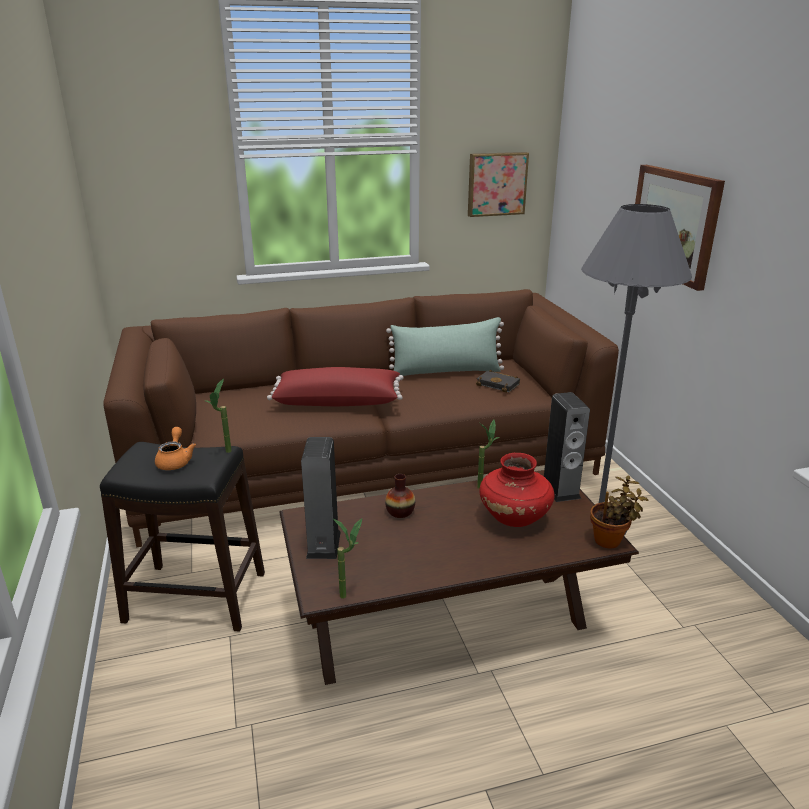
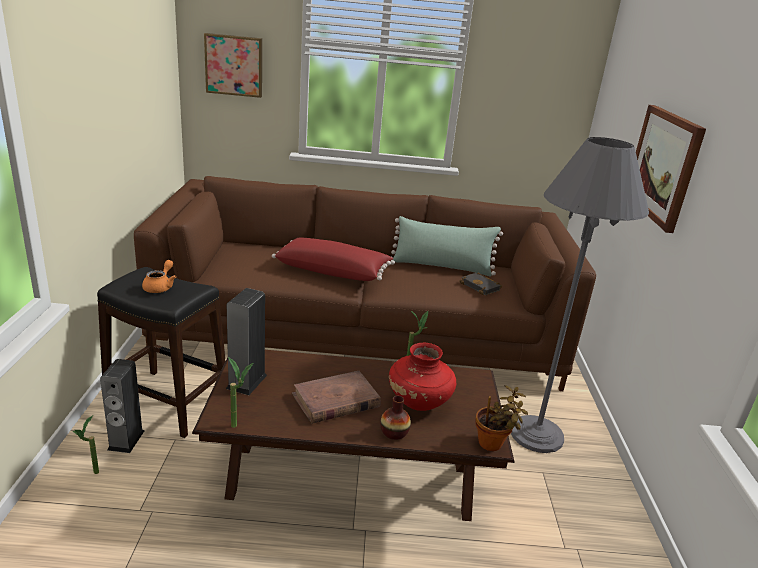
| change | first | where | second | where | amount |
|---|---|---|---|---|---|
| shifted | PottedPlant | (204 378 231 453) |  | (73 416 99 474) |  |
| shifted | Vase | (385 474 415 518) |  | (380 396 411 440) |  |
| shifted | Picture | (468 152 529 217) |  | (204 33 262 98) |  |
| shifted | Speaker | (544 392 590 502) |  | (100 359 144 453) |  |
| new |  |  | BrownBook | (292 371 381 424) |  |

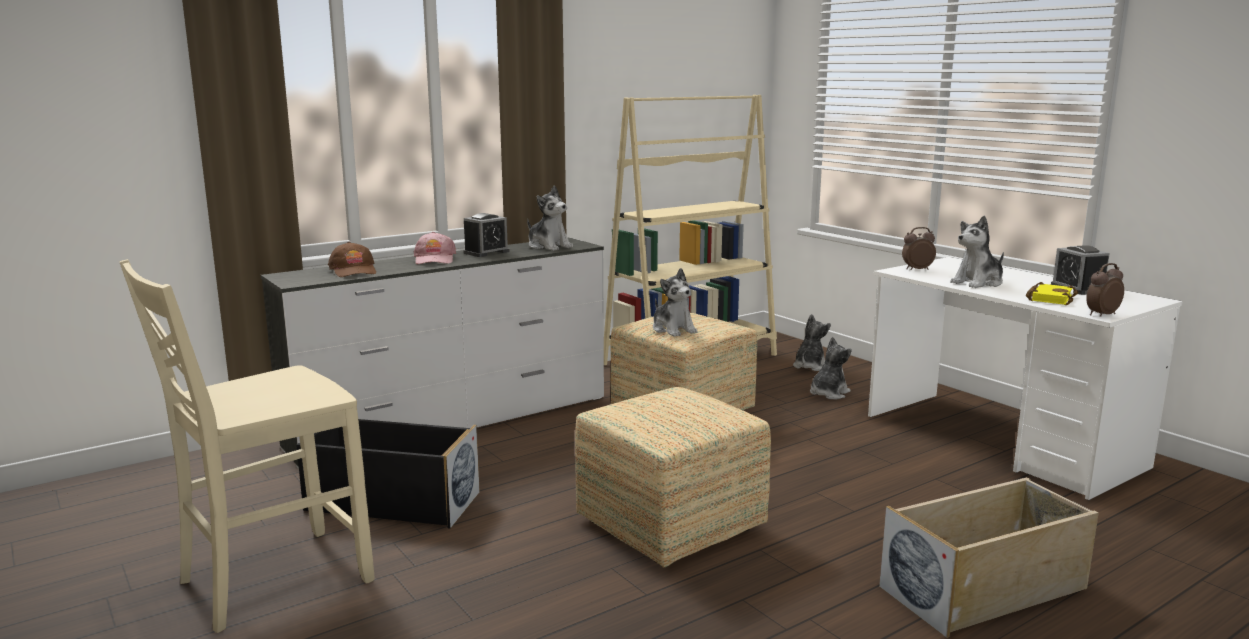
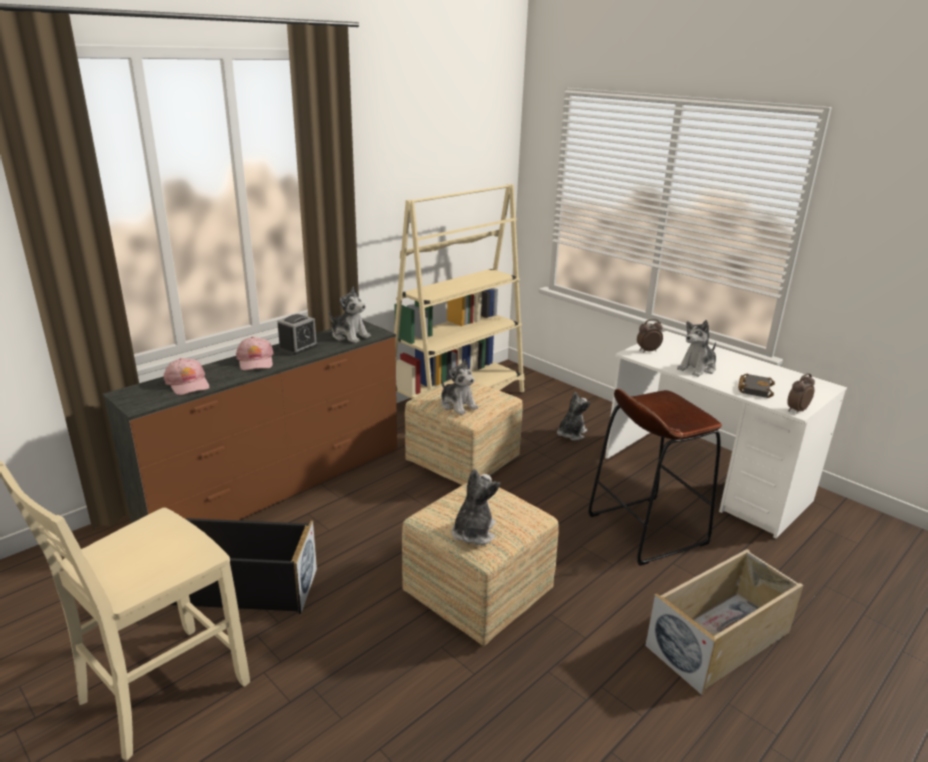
| change | first | where | second | where | amount |
|---|---|---|---|---|---|
| repainted | WhiteDresser | (261 237 604 469) | BrownDresser | (102 320 397 523) |  |
| repainted | BrownCap | (328 242 376 277) | PinkCap | (163 358 209 395) |  |
| shifted | PlushToy | (793 314 831 371) |  | (451 469 500 546) |  |
| repainted | YellowBook | (1026 282 1078 305) | BlackBook | (738 373 775 398) |  |
| gone | AlarmClock | (1051 245 1110 295) |  |  |  |
| new |  |  | BrownStool | (588 389 722 566) |  |

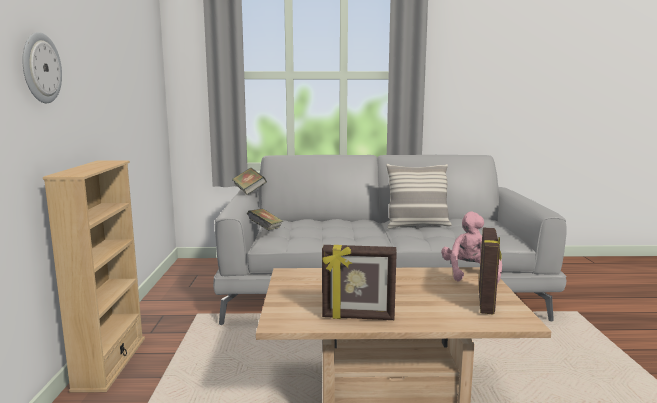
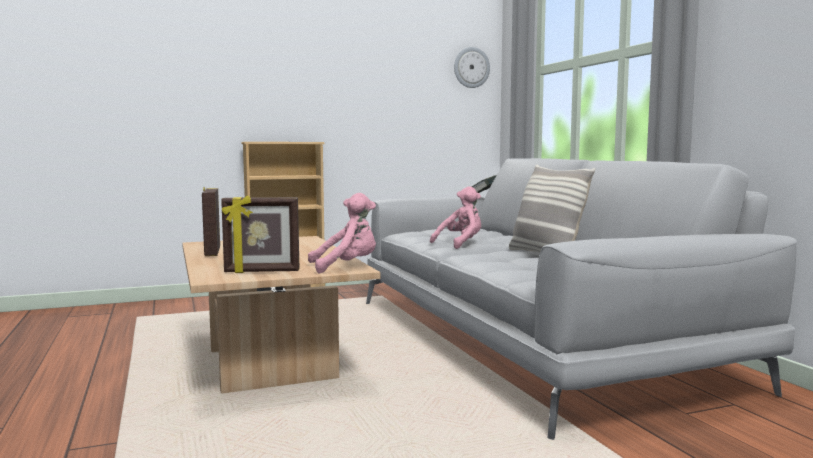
| change | first | where | second | where | amount |
|---|---|---|---|---|---|
| shifted | WallClock | (23 32 62 103) |  | (454 47 490 88) |  |
| gone | Book | (247 208 283 230) |  |  |  |
| new |  |  | PinkPlushToy | (430 186 481 249) |  |

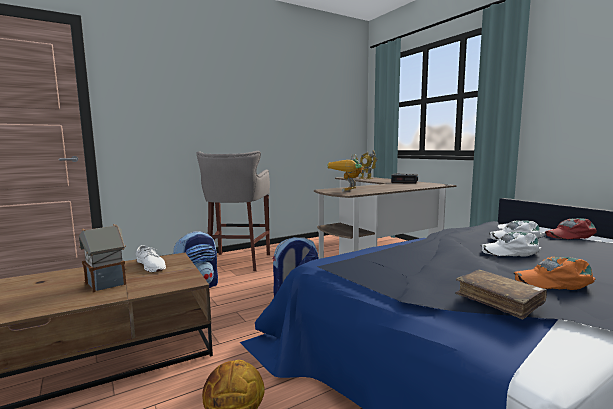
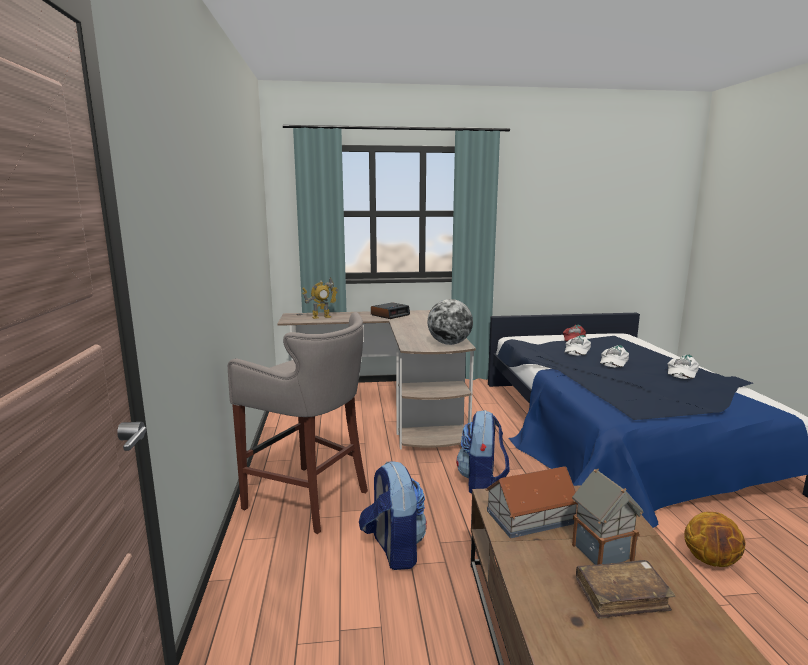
| change | first | where | second | where | amount |
|---|---|---|---|---|---|
| swapped | WhiteShoe | (136 245 166 272) | ToyHouse | (485 466 578 538) |  |
| swapped | ToyRobot | (327 154 364 192) | Globe | (428 299 473 345) |  |
| shifted | BrownBook | (455 270 547 319) |  | (576 560 676 619) |  |
| repainted | OrangeCap | (514 257 595 290) | WhiteCap | (668 355 699 379) |  |

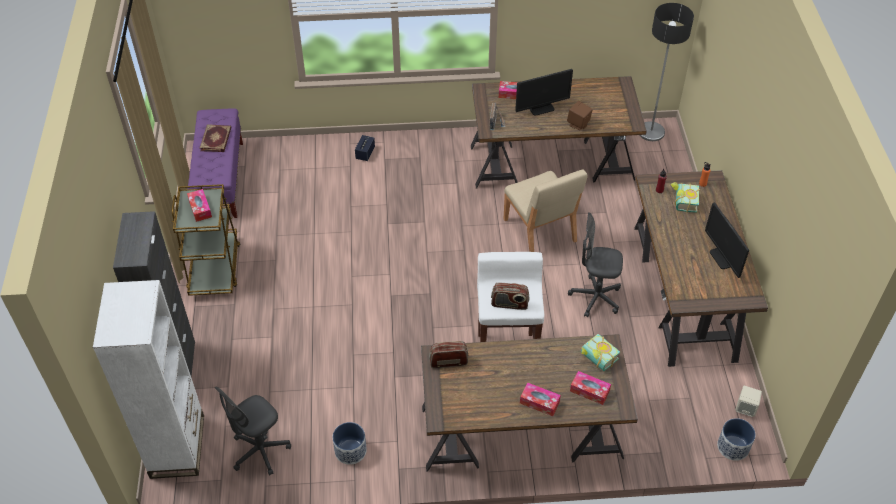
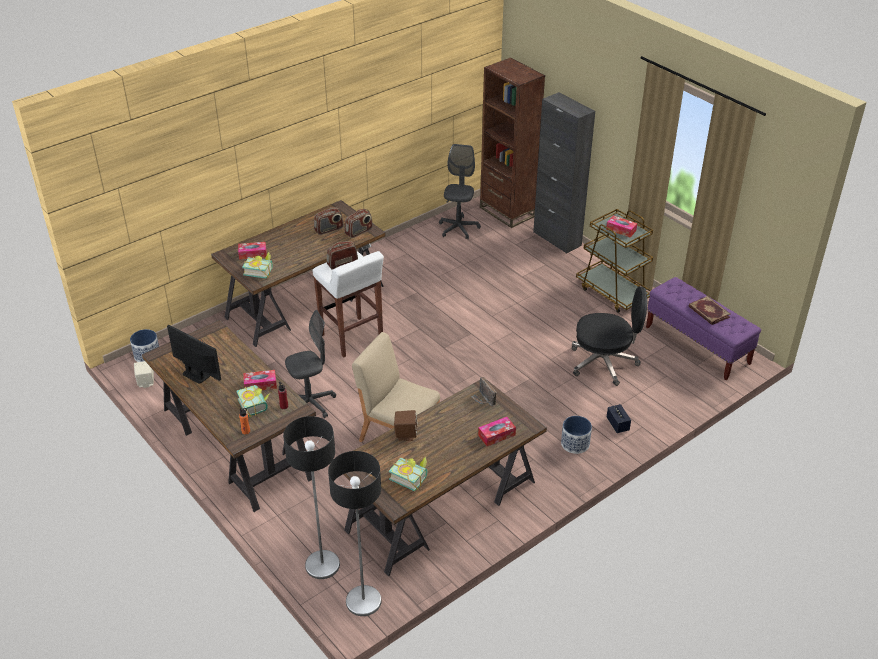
| change | first | where | second | where | amount |
|---|---|---|---|---|---|
| repainted | WhiteBookcase | (93 280 204 479) | BrownBookcase | (480 58 545 228) |  |
| shifted | Planter | (333 422 367 465) |  | (561 416 592 454) |  |
| gone | Monitor | (515 69 573 116) |  |  |  |
| shifted | TissueBox | (520 382 561 416) |  | (243 370 277 390) |  |
| new |  |  | FloorLamp | (283 416 340 579) |  |
| new |  |  | Radio | (314 207 344 235) |  |
| new |  |  | Book | (389 456 427 491) |  |
| new |  |  | BlackOfficeChair | (572 286 647 386) |  |

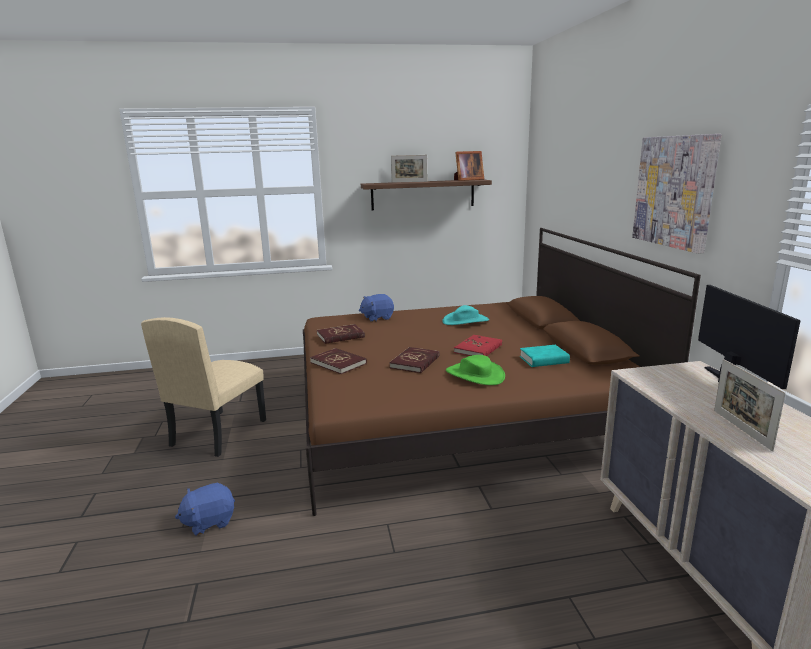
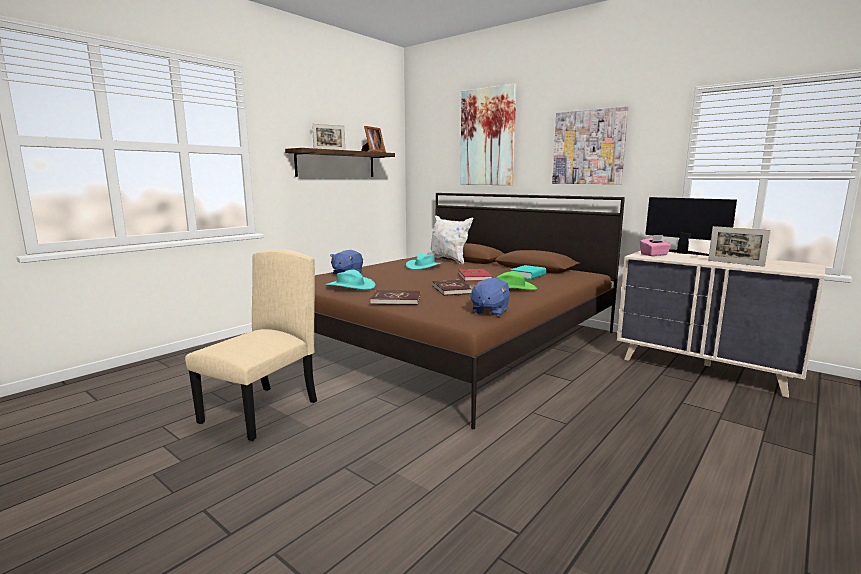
| change | first | where | second | where | amount |
|---|---|---|---|---|---|
| rotated | BeigeChair | (141 317 266 457) |  | (185 249 317 441) | 135 degrees counterclockwise |
| shifted | BluePlushToy | (175 483 235 536) |  | (469 278 510 316) |  |
| swapped | RedBook | (317 324 365 344) | TurquoiseHat | (325 270 376 290) |  |
| new |  |  | WhitePillow | (426 216 473 264) |  |
| new |  |  | Picture | (460 84 517 185) |  |
| new |  |  | PinkTissueBox | (640 235 671 256) |  |

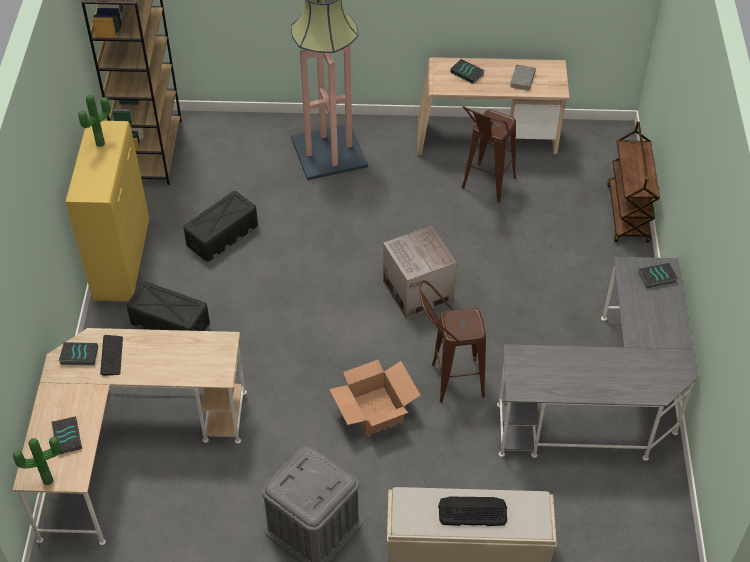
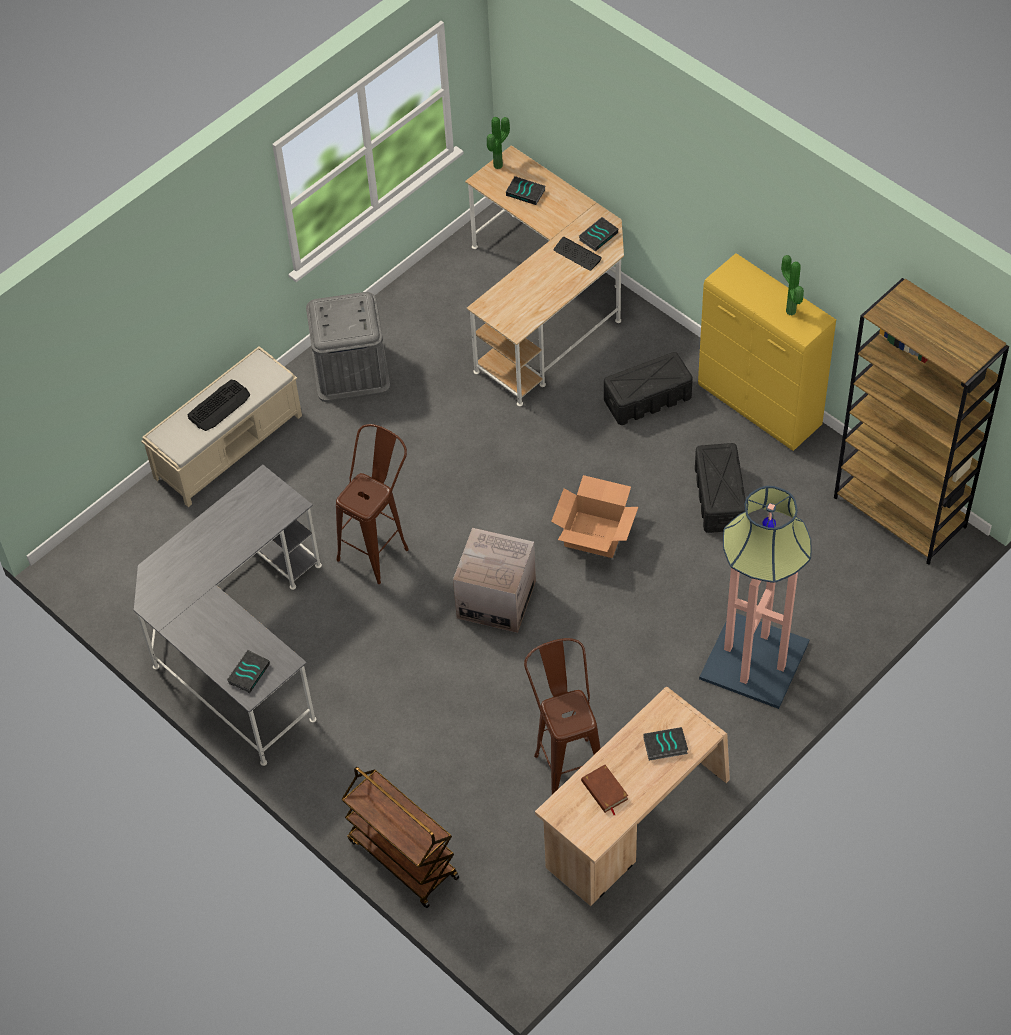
| change | first | where | second | where | amount |
|---|---|---|---|---|---|
| shifted | CardboardBox | (329 359 420 436) |  | (551 475 638 558) |  |
| repainted | GreyBook | (510 64 536 91) | BrownBook | (581 765 628 815) |  |

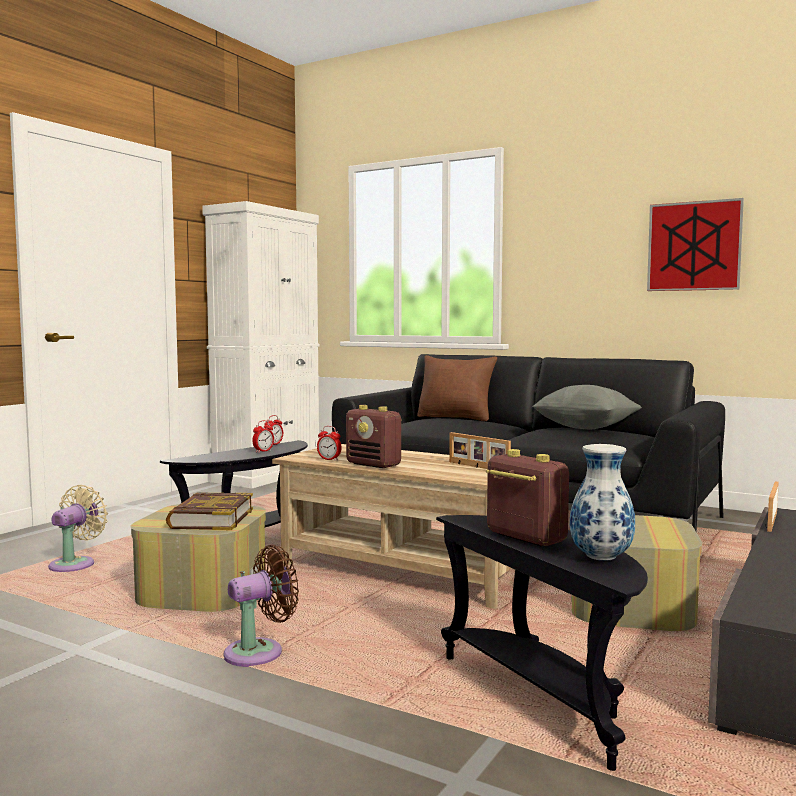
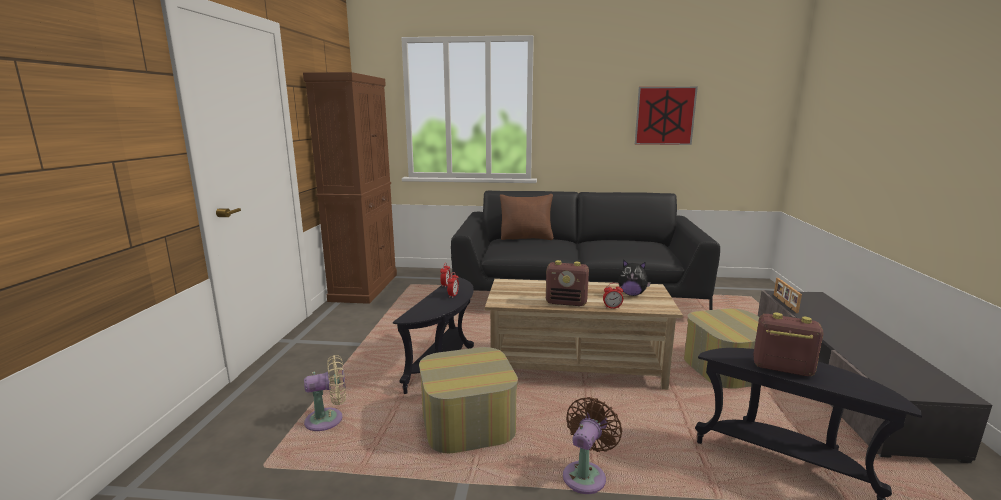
| change | first | where | second | where | amount |
|---|---|---|---|---|---|
| rotated | BeigeFan | (48 485 108 572) |  | (304 355 346 431) | 75 degrees clockwise |
| gone | Book | (166 492 253 530) |  |  |  |
| repainted | WhiteCabinet | (202 201 320 489) | BrownCabinet | (303 72 397 304) |  |
| shifted | AlarmClock | (317 426 342 461) |  | (603 283 623 309) |  |
| swapped | PictureFrame | (449 432 511 469) | PlushToy | (618 260 651 296) |  |
| gone | GreyPillow | (532 385 642 429) |  |  |  |
| gone | Vase | (570 444 635 561) |  |  |  |

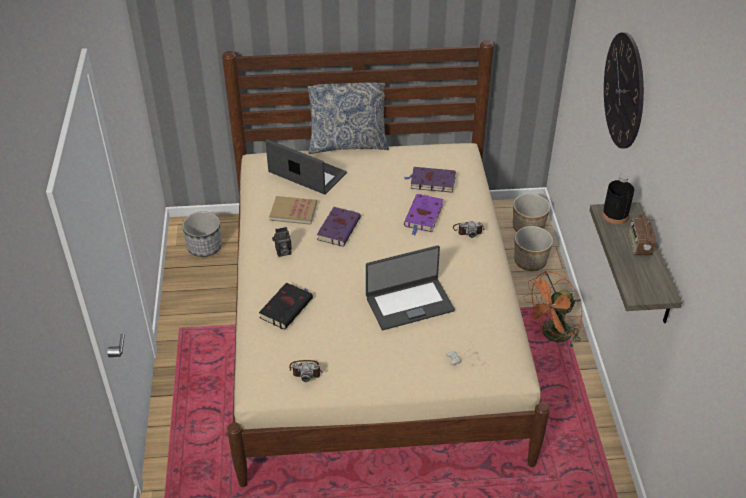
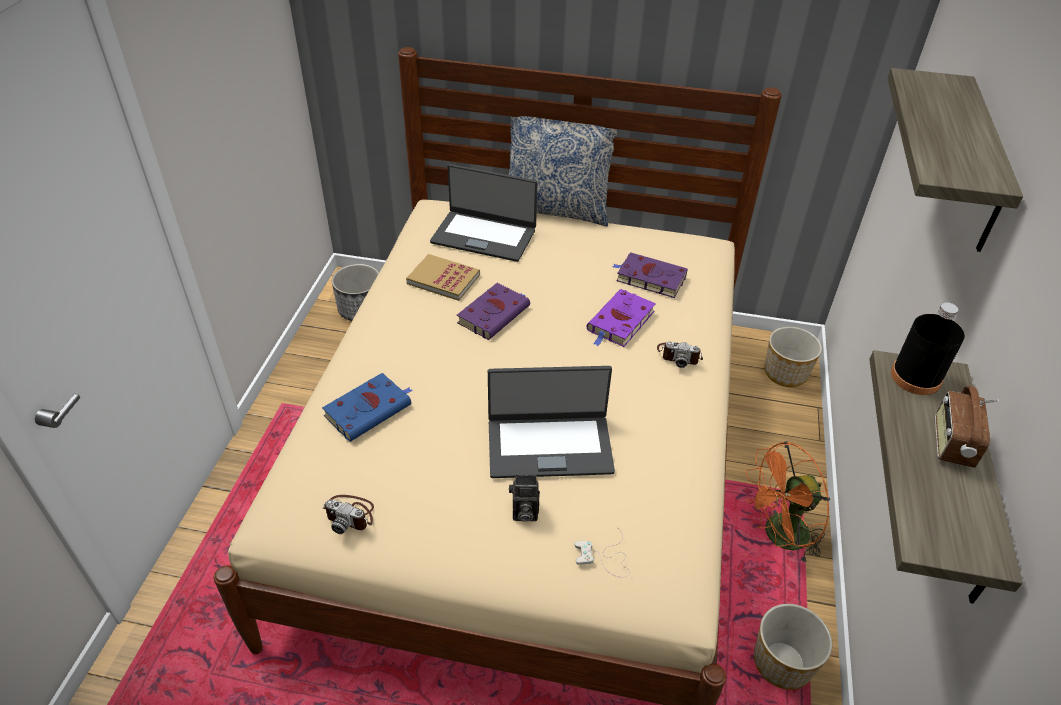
| change | first | where | second | where | amount |
|---|---|---|---|---|---|
| repainted | BlackBook | (259 283 313 330) | BlueBook | (322 373 413 442) |  |
| rotated | Laptop | (265 139 347 195) |  | (430 164 538 262) | 150 degrees clockwise |
| shifted | PhotoCamera | (272 227 292 257) |  | (509 475 540 522) |  |
| shifted | Planter | (514 226 553 271) |  | (754 604 832 690) |  |
| swapped | WallClock | (604 32 644 149) | Shelf | (887 68 1023 252) |  |

